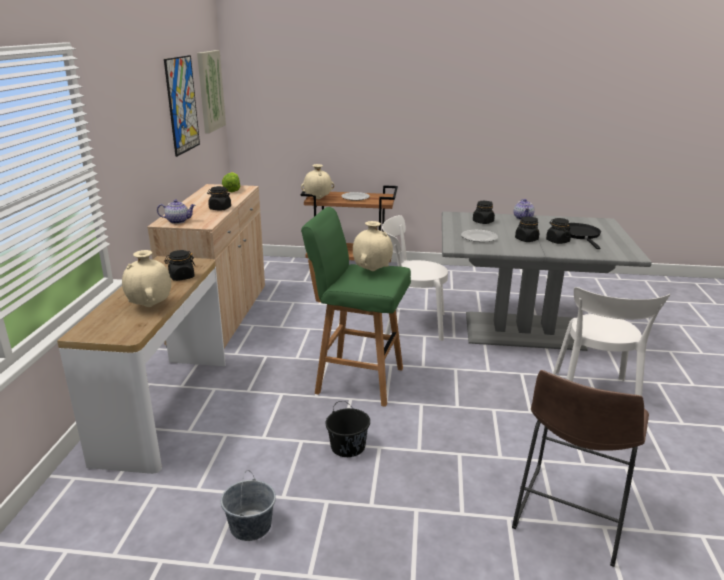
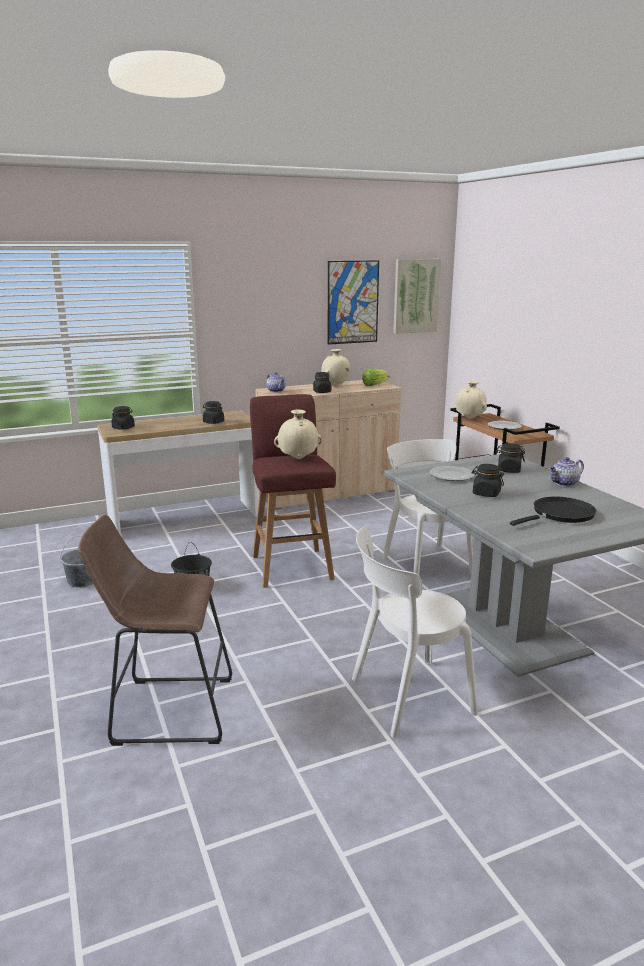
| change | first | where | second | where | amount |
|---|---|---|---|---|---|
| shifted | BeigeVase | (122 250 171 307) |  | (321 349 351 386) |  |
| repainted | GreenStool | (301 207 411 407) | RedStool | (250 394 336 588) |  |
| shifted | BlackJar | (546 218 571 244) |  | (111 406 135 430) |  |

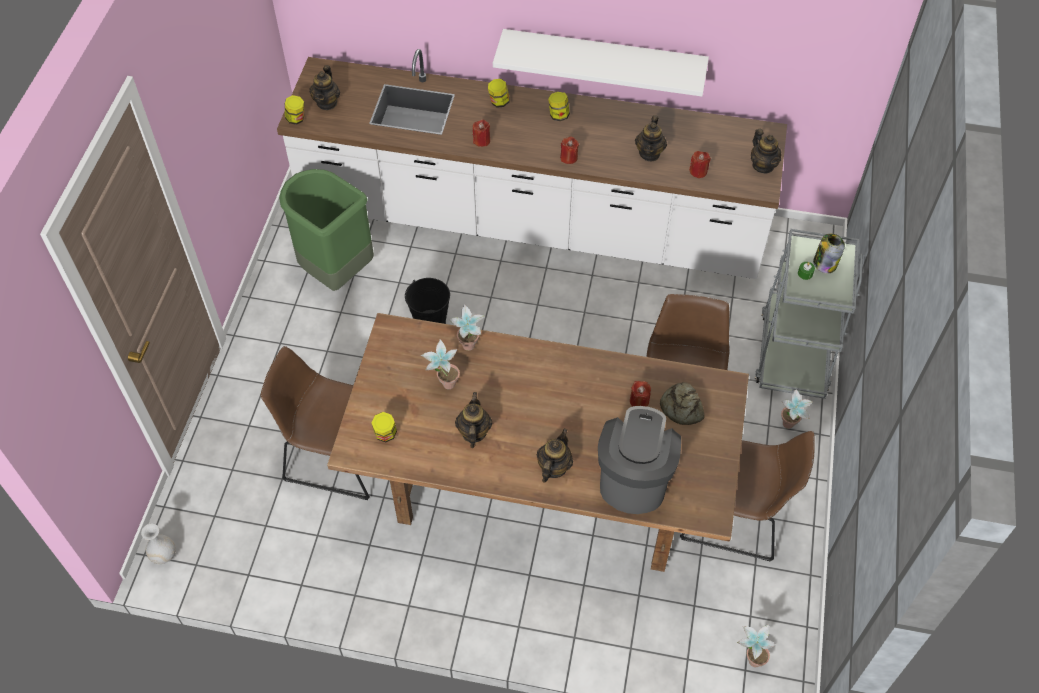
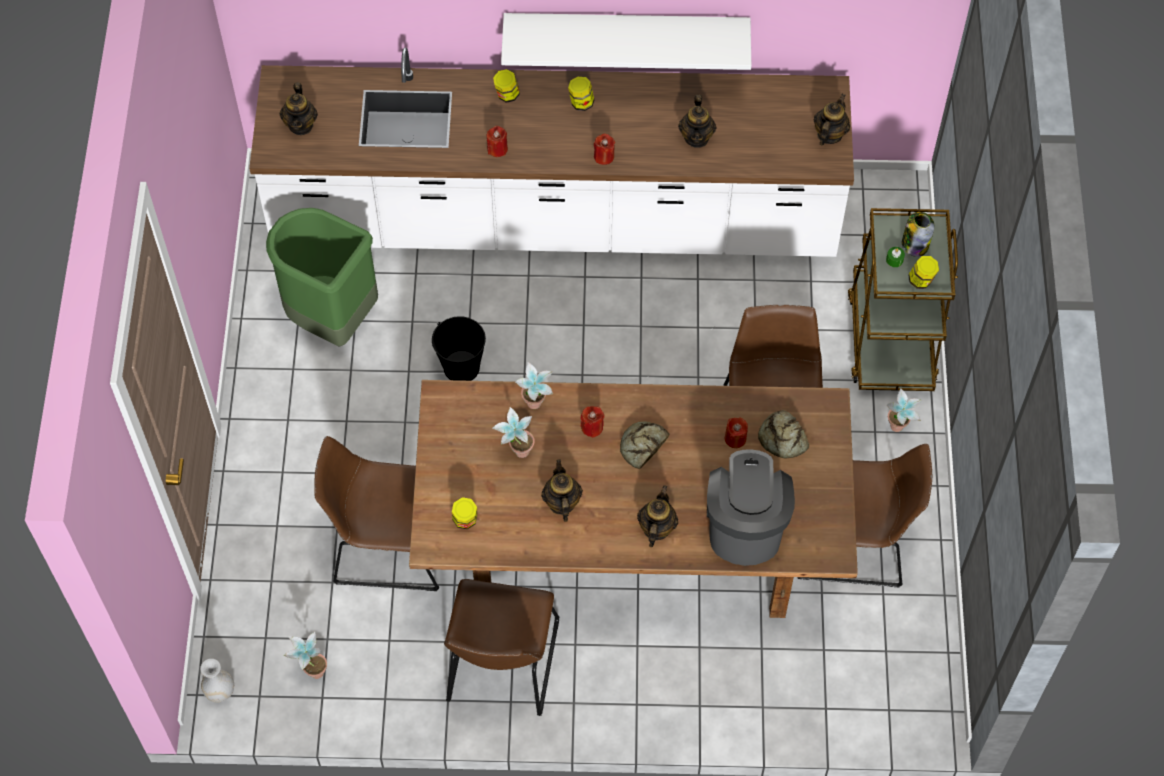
| change | first | where | second | where | amount |
|---|---|---|---|---|---|
| shifted | Jar | (285 95 304 125) |  | (908 256 939 289) |  |
| shifted | RedCandle | (689 151 711 178) |  | (580 406 605 438) |  |
| shifted | PottedPlant | (737 624 775 667) |  | (283 631 327 679) |  |
| rotated | Teapot | (751 129 781 173) |  | (814 94 850 146) | 120 degrees counterclockwise |
| repainted | GreyCart | (755 229 863 399) | BrownCart | (848 208 958 391) |  |
| new |  |  | BrownChair | (444 579 559 716) |  |
| new |  |  | Bread | (620 422 670 469) |  |

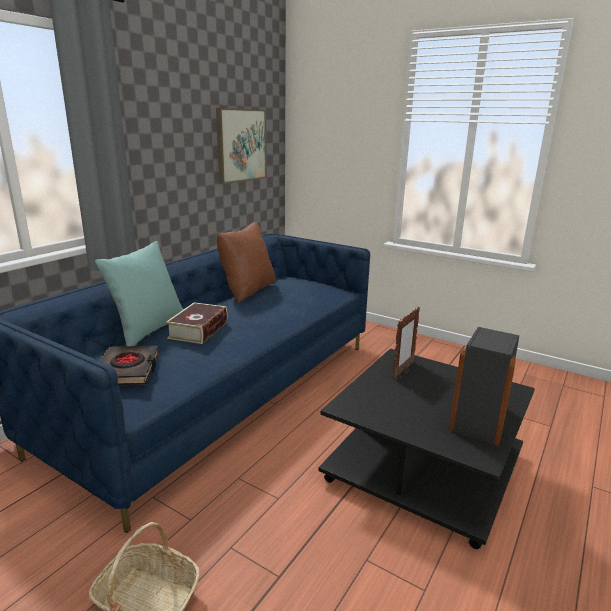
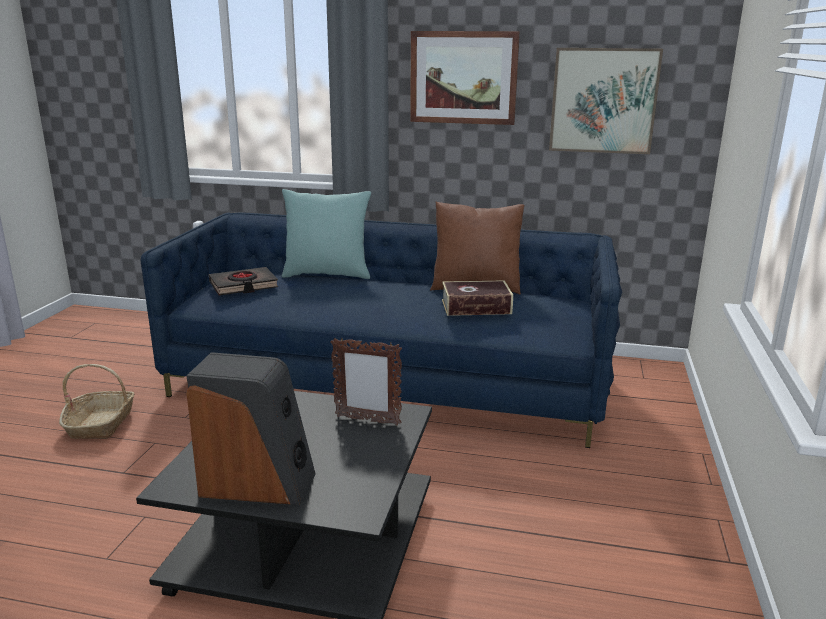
| change | first | where | second | where | amount |
|---|---|---|---|---|---|
| shifted | Book | (166 302 227 344) |  | (442 280 513 316) |  |
| new |  |  | Picture | (410 31 520 125) |  |

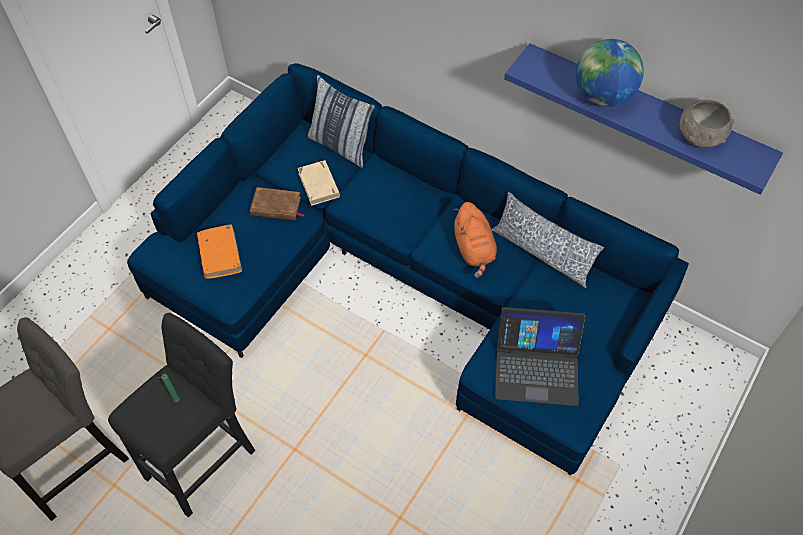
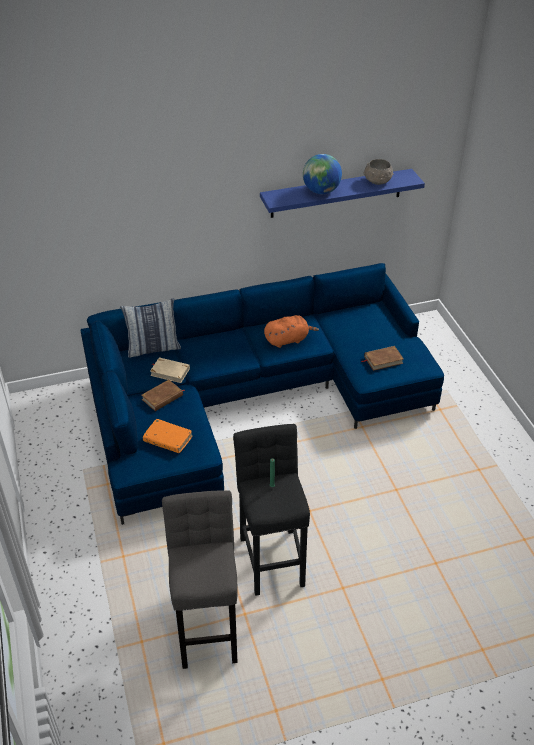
| change | first | where | second | where | amount |
|---|---|---|---|---|---|
| rotated | OrangePlushToy | (454 202 497 278) |  | (264 315 319 348) | 45 degrees counterclockwise |
| gone | Pillow | (492 192 604 288) |  |  |  |
| swapped | Laptop | (495 307 585 406) | BrownBook | (361 346 404 371) |  |

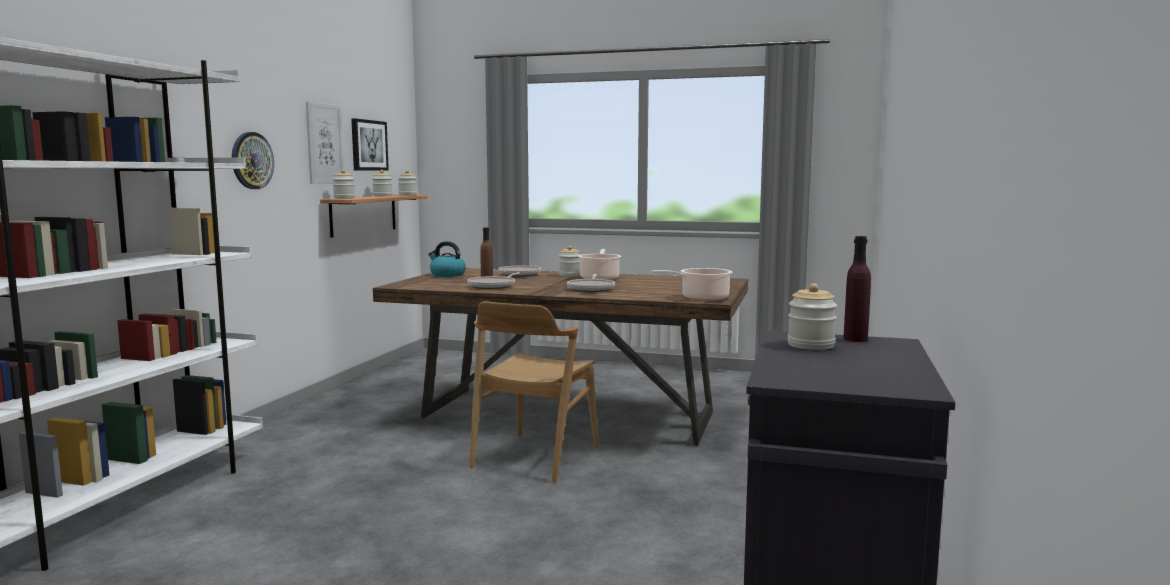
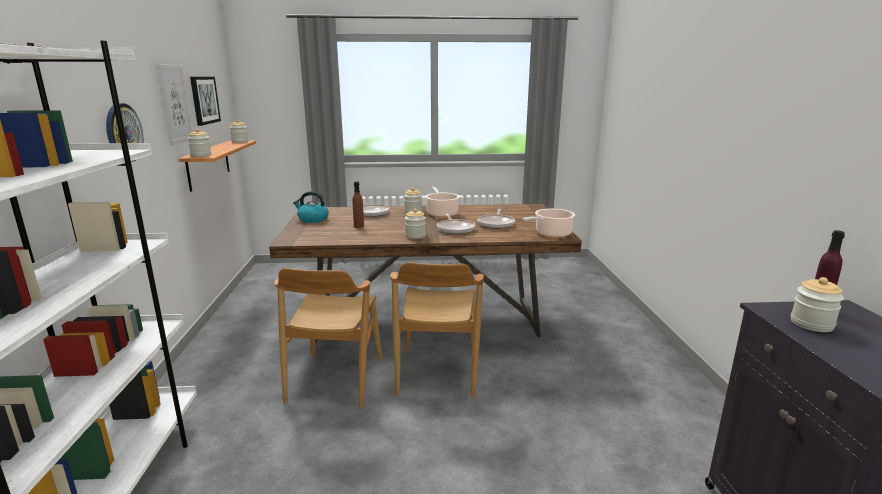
| change | first | where | second | where | amount |
|---|---|---|---|---|---|
| shifted | Jar | (372 170 393 196) |  | (405 209 426 239) |  |
| shifted | FryingPan | (467 273 520 289) |  | (477 209 515 229) |  |
| new |  |  | BrownChair | (274 268 382 408) |  |

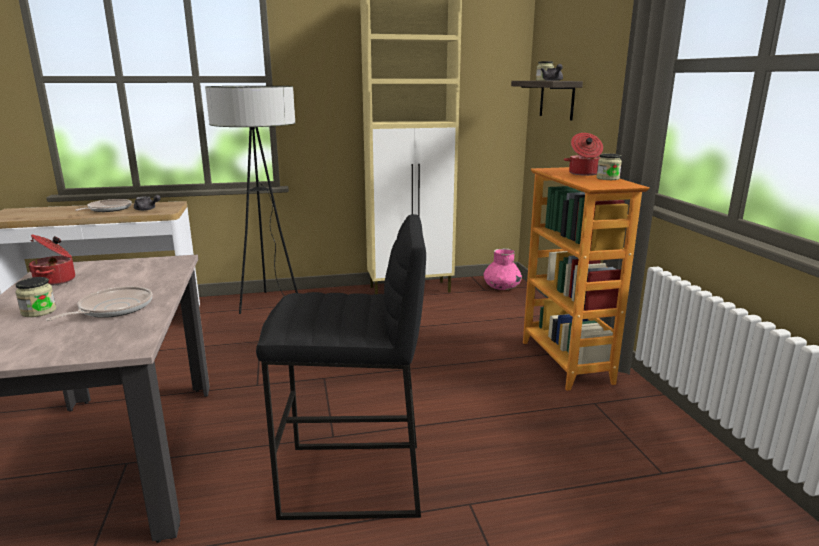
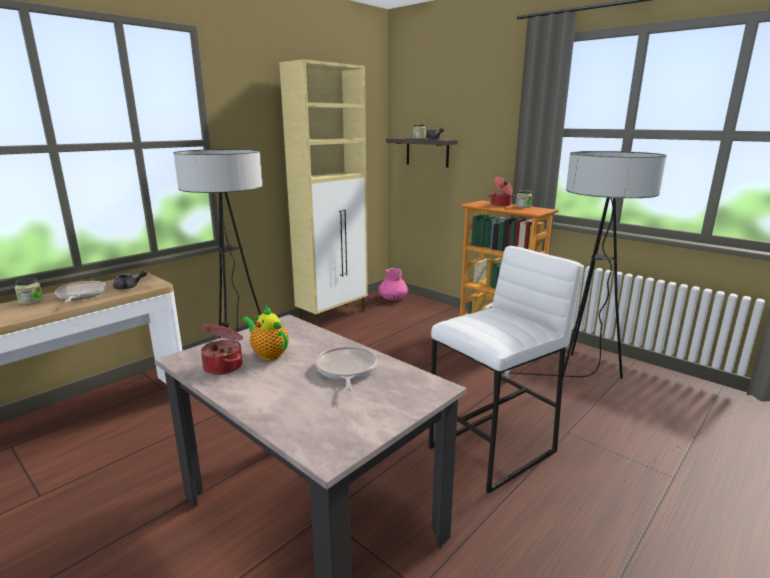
| change | first | where | second | where | amount |
|---|---|---|---|---|---|
| shifted | Jar | (15 277 56 317) |  | (14 278 43 305) |  |
| repainted | BlackStool | (256 214 426 520) | WhiteStool | (429 246 582 493) |  |
| new |  |  | Teapot | (242 306 289 360) |  |
| new |  |  | FloorLamp | (502 151 667 379) |  |

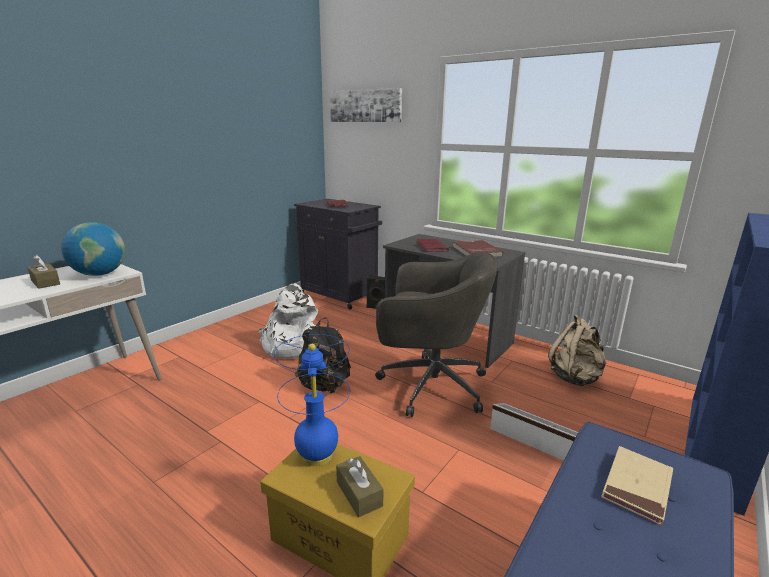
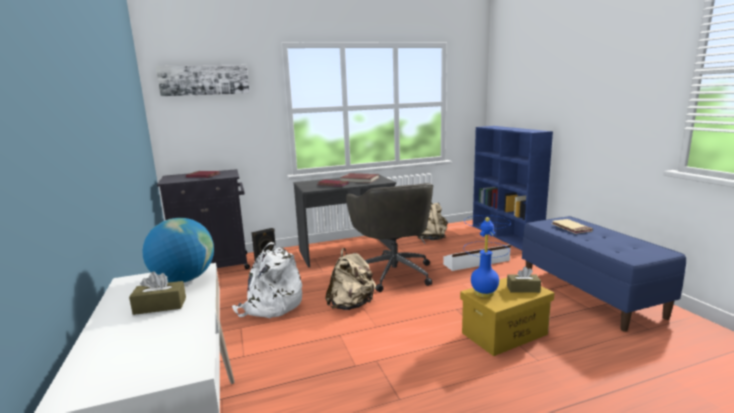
| change | first | where | second | where | amount |
|---|---|---|---|---|---|
| repainted | BlackBackpack | (295 317 351 393) | BeigeBackpack | (325 248 376 310) |  |
| rotated | GreyOfficeChair | (375 251 497 417) |  | (346 183 433 292) | 120 degrees clockwise |

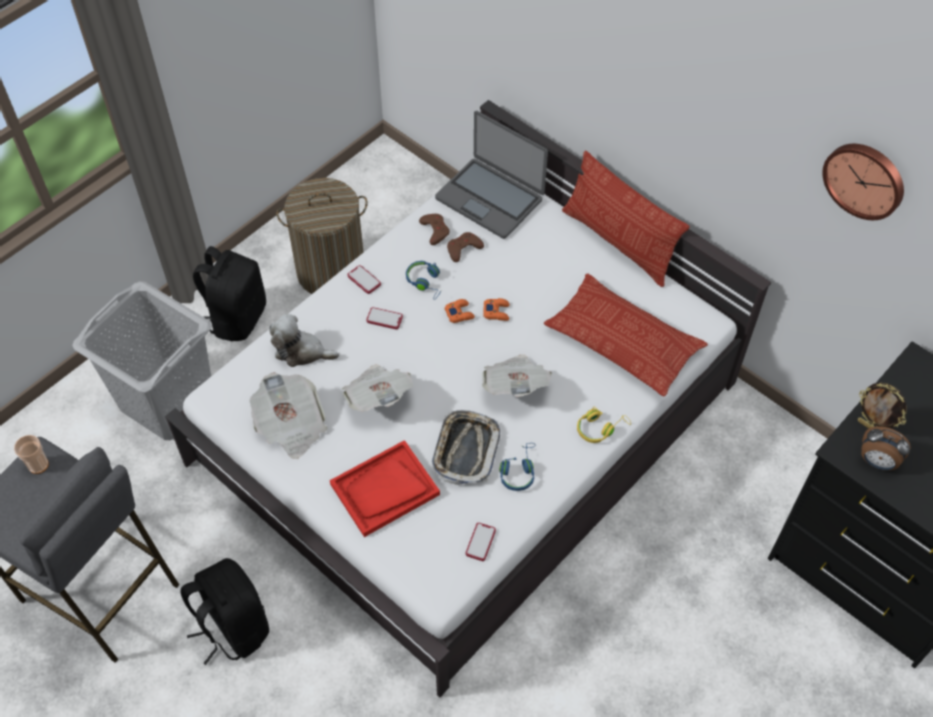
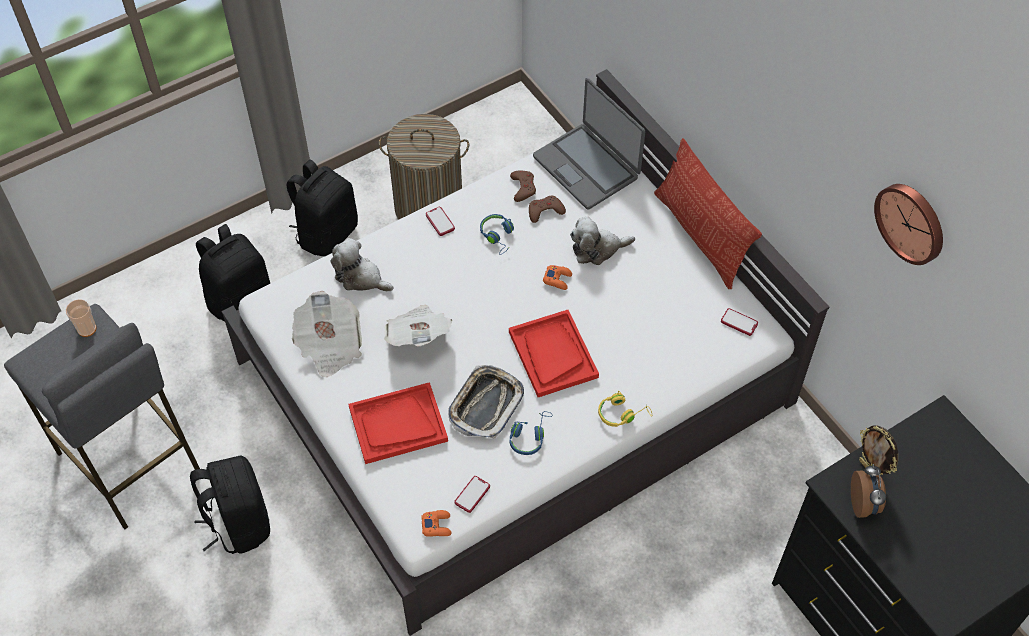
| change | first | where | second | where | amount |
|---|---|---|---|---|---|
| swapped | GreyLaundryBasket | (72 281 211 440) | BlackBackpack | (196 224 270 321) |  |
| shifted | Phone | (366 307 403 330) |  | (721 308 758 336) |  |
| shifted | OrangeGameController | (444 299 475 323) |  | (421 510 452 537) |  |
| swapped | Newspaper | (482 355 552 397) | RedTray | (509 310 599 397) |  |
| gone | Pillow | (544 274 708 397) |  |  |  |
| rotated | AlarmClock | (861 426 911 471) |  | (851 464 886 518) | 135 degrees counterclockwise |
| new |  |  | PlushToy | (570 217 635 265) |  |

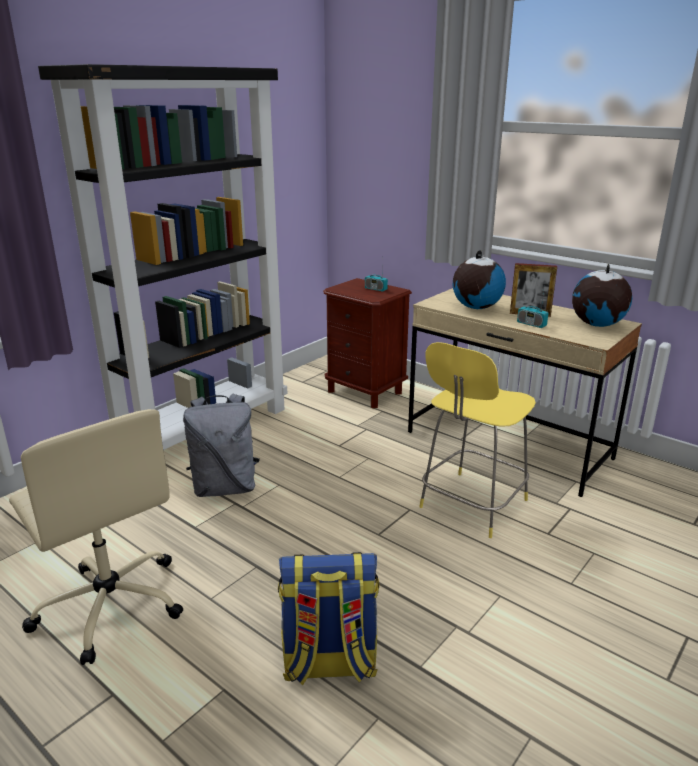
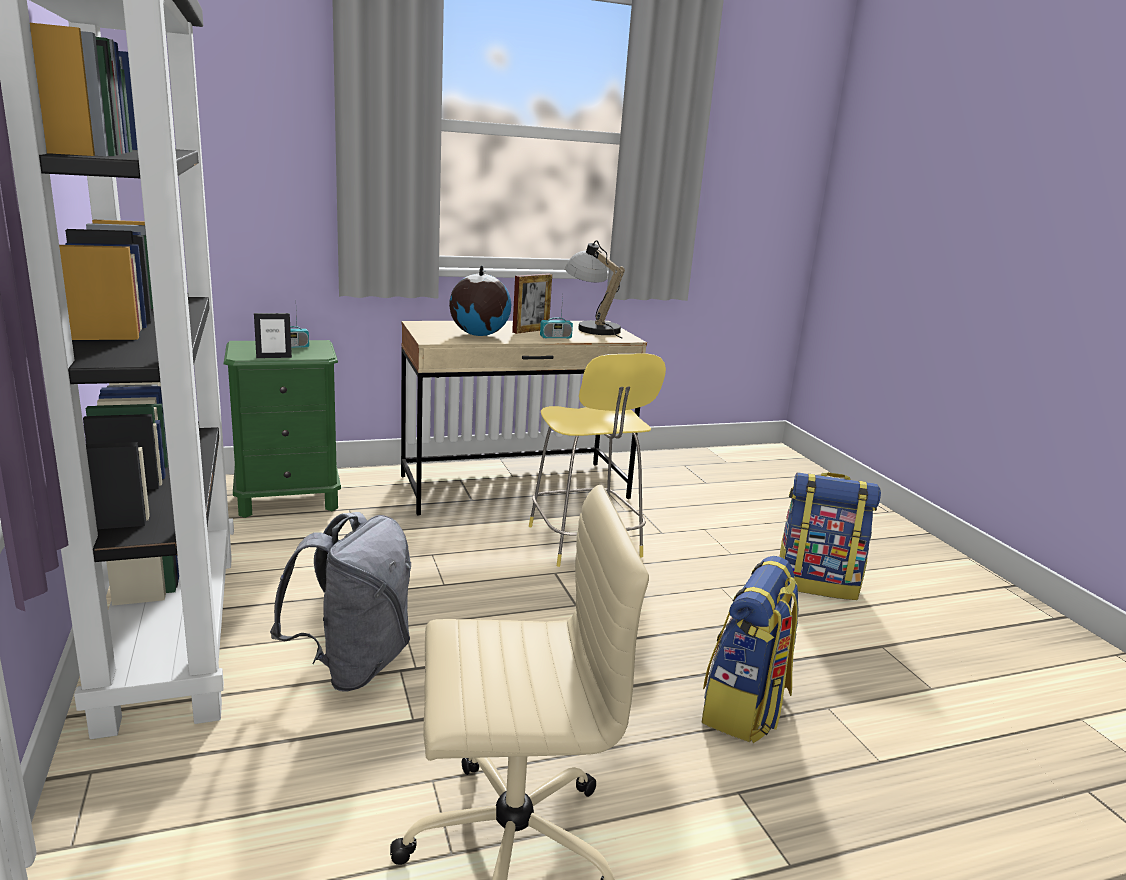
| change | first | where | second | where | amount |
|---|---|---|---|---|---|
| repainted | BrownNightstand | (323 278 412 408) | GreenNightstand | (224 340 341 518) |  |
| swapped | Globe | (572 264 632 327) | TableLamp | (565 240 625 338) |  |
| new |  |  | PictureFrame | (254 313 292 358) |  |
| new |  |  | Backpack | (779 472 881 600) |  |

